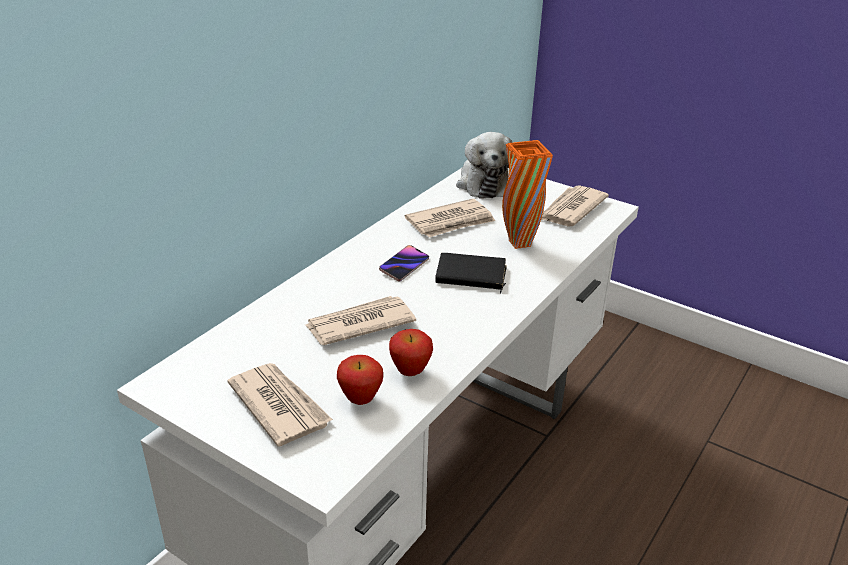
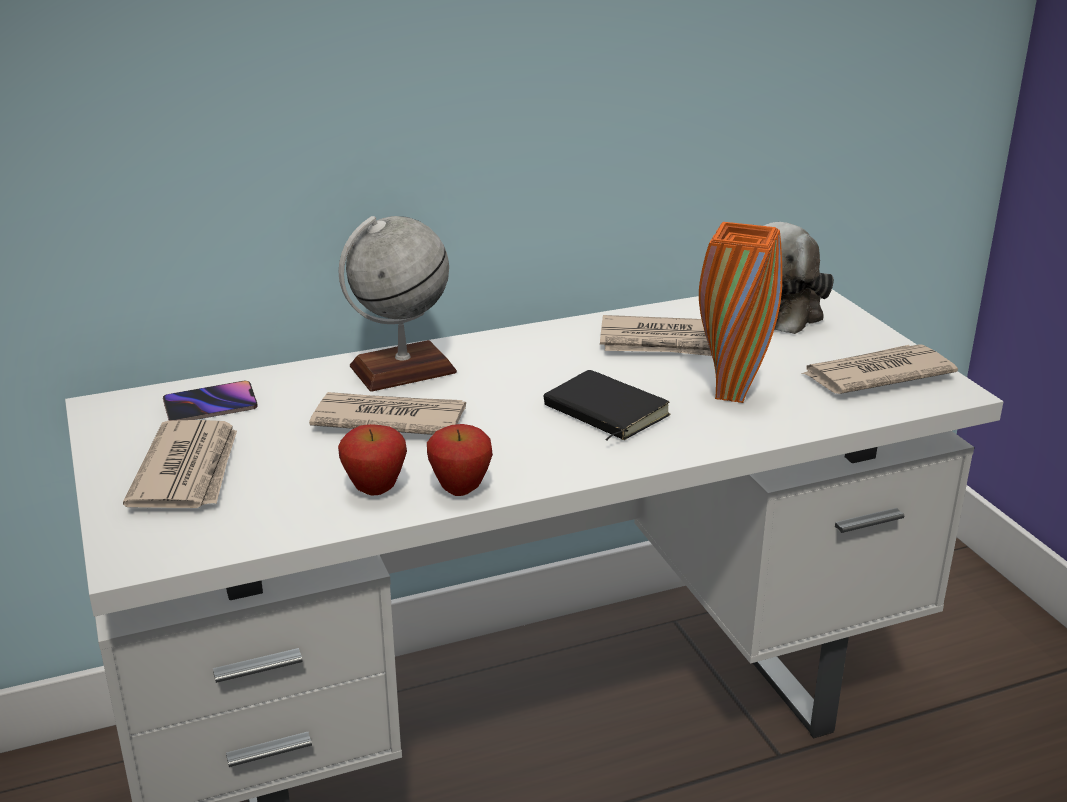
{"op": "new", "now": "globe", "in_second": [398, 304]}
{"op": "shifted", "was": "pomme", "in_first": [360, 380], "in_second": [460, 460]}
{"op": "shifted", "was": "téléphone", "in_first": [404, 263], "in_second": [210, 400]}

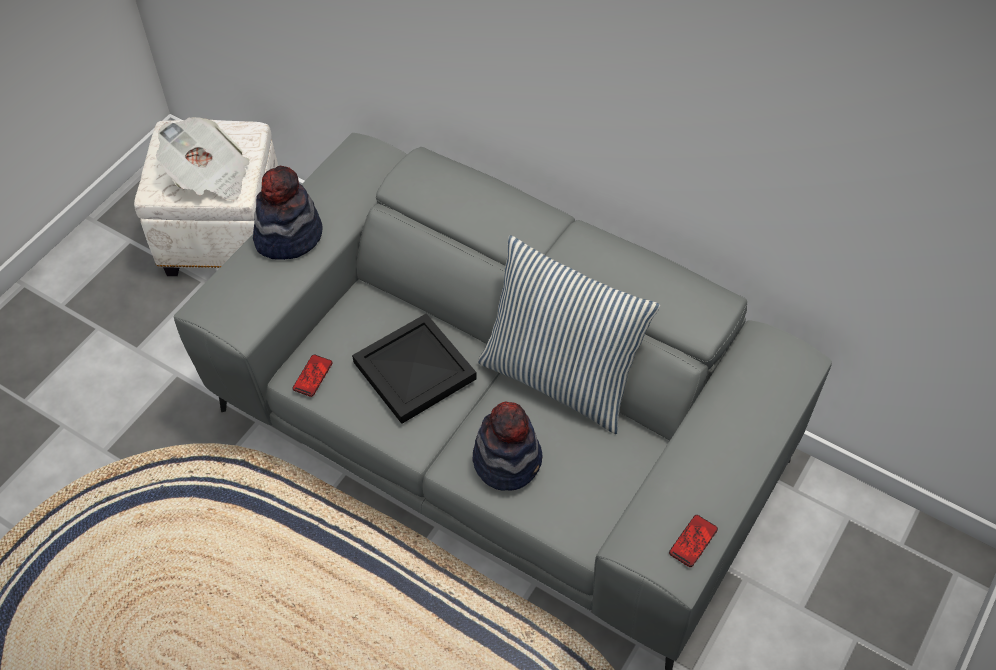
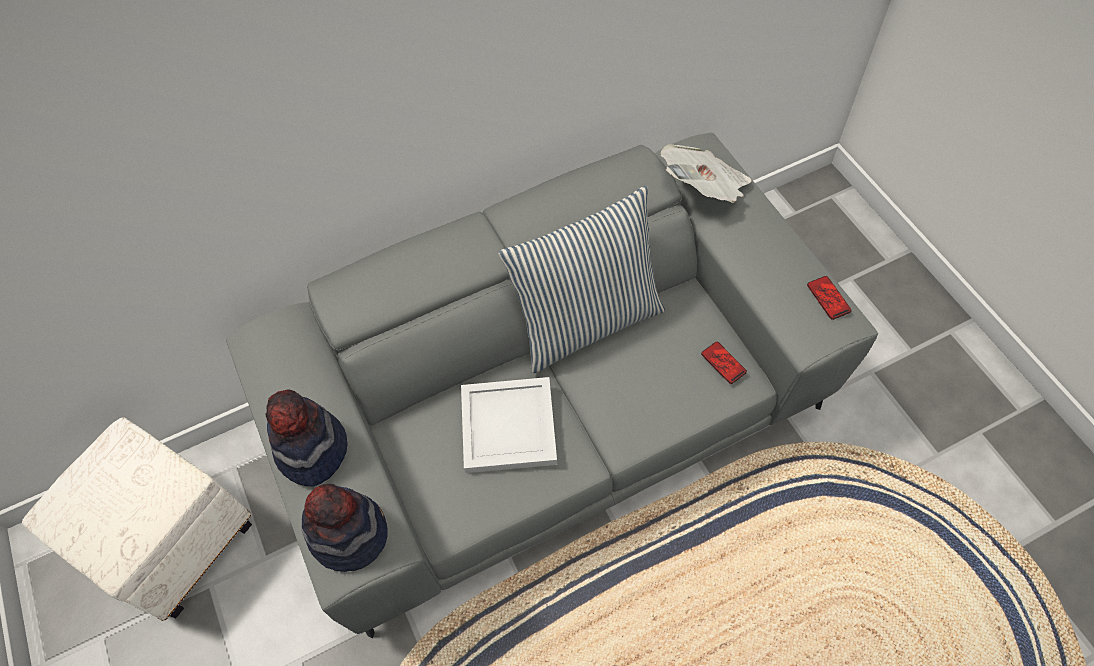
{"op": "shifted", "was": "journal", "in_first": [203, 158], "in_second": [706, 173]}
{"op": "shifted", "was": "téléphone", "in_first": [312, 375], "in_second": [724, 363]}
{"op": "shifted", "was": "chapeau", "in_first": [507, 446], "in_second": [344, 528]}
{"op": "repainted", "was": "plateau [noir]", "now": "plateau [blanc]", "in_first": [414, 368], "in_second": [509, 425]}

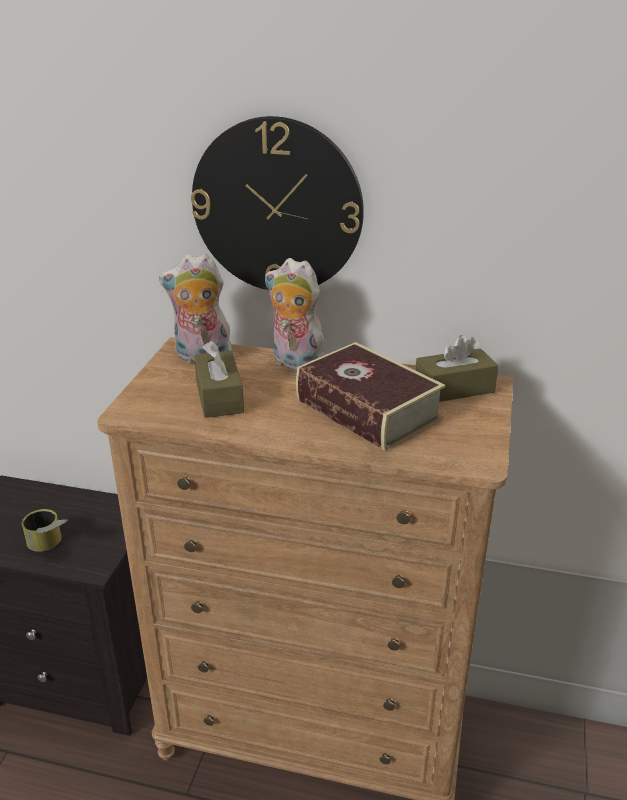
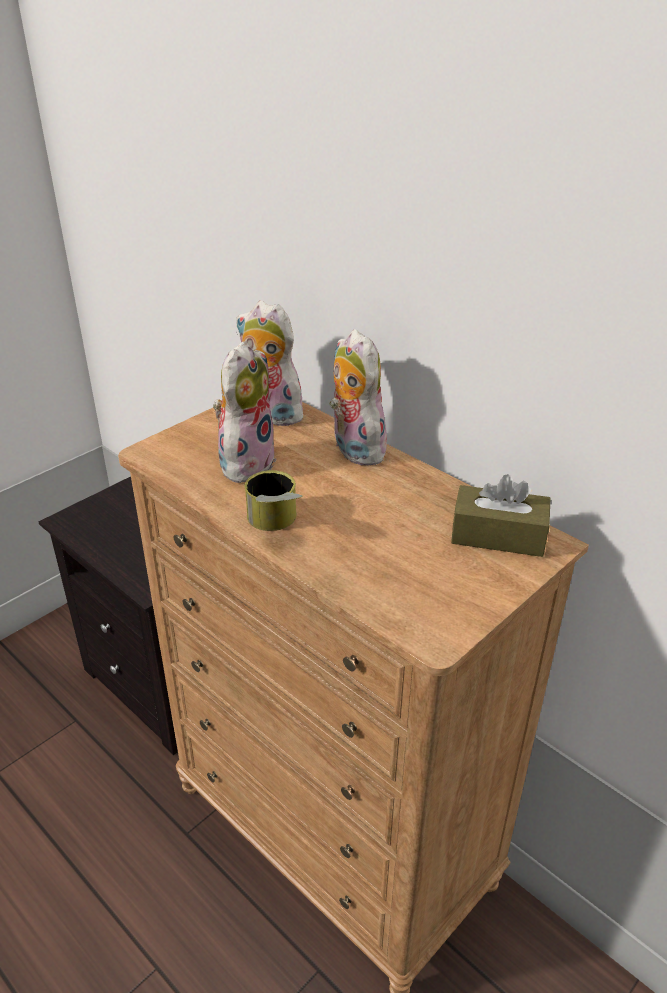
{"op": "gone", "was": "horloge murale", "in_first": [277, 203]}
{"op": "gone", "was": "livre", "in_first": [370, 396]}
{"op": "shifted", "was": "boîte métallique", "in_first": [45, 530], "in_second": [273, 500]}
{"op": "swapped", "was": "boîte à mouchoirs [marron]", "now": "peluche", "in_first": [219, 379], "in_second": [245, 412]}

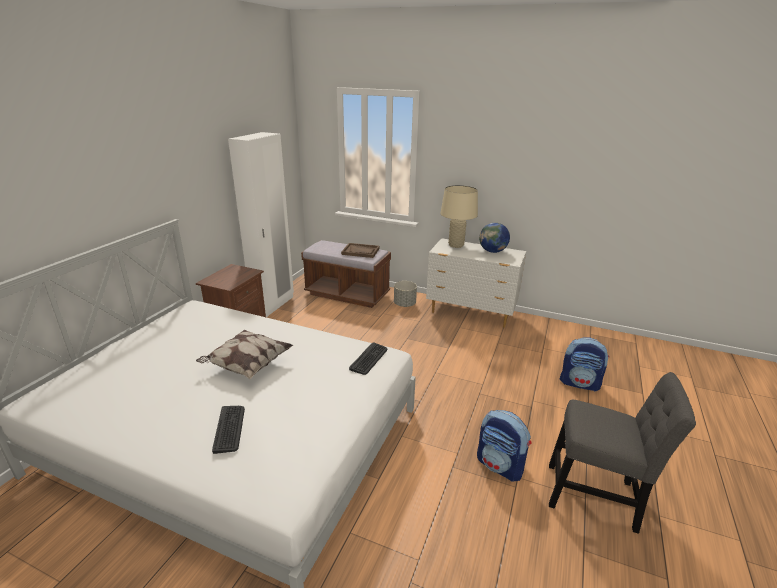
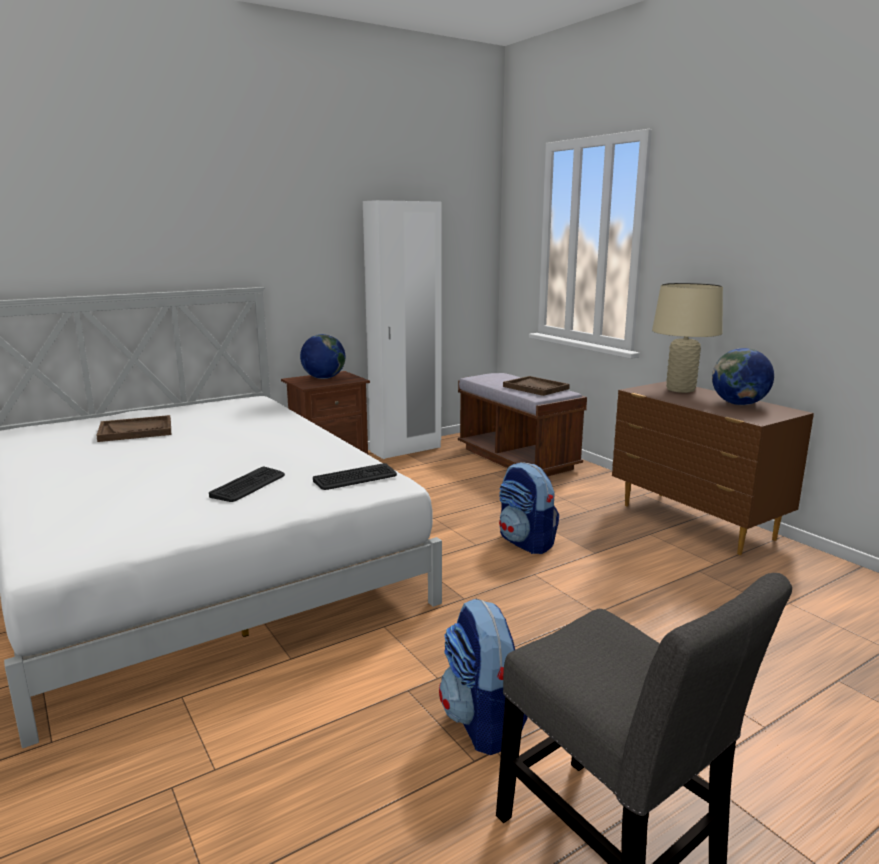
{"op": "gone", "was": "coussin", "in_first": [244, 354]}
{"op": "gone", "was": "cache-pot [gris]", "in_first": [405, 294]}
{"op": "new", "now": "plateau [marron]", "in_second": [133, 428]}
{"op": "new", "now": "globe", "in_second": [322, 356]}
{"op": "shifted", "was": "clavier", "in_first": [228, 430], "in_second": [247, 484]}
{"op": "shifted", "was": "sac à dos", "in_first": [584, 364], "in_second": [529, 508]}
{"op": "repainted", "was": "commode [blanc]", "now": "commode [marron]", "in_first": [476, 283], "in_second": [713, 468]}

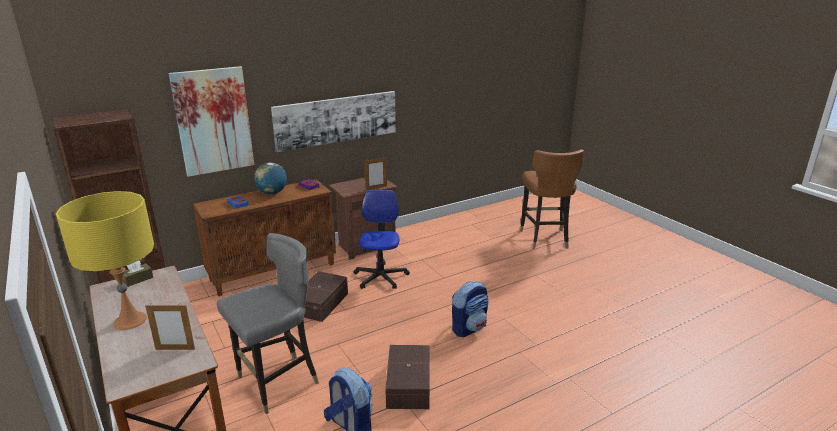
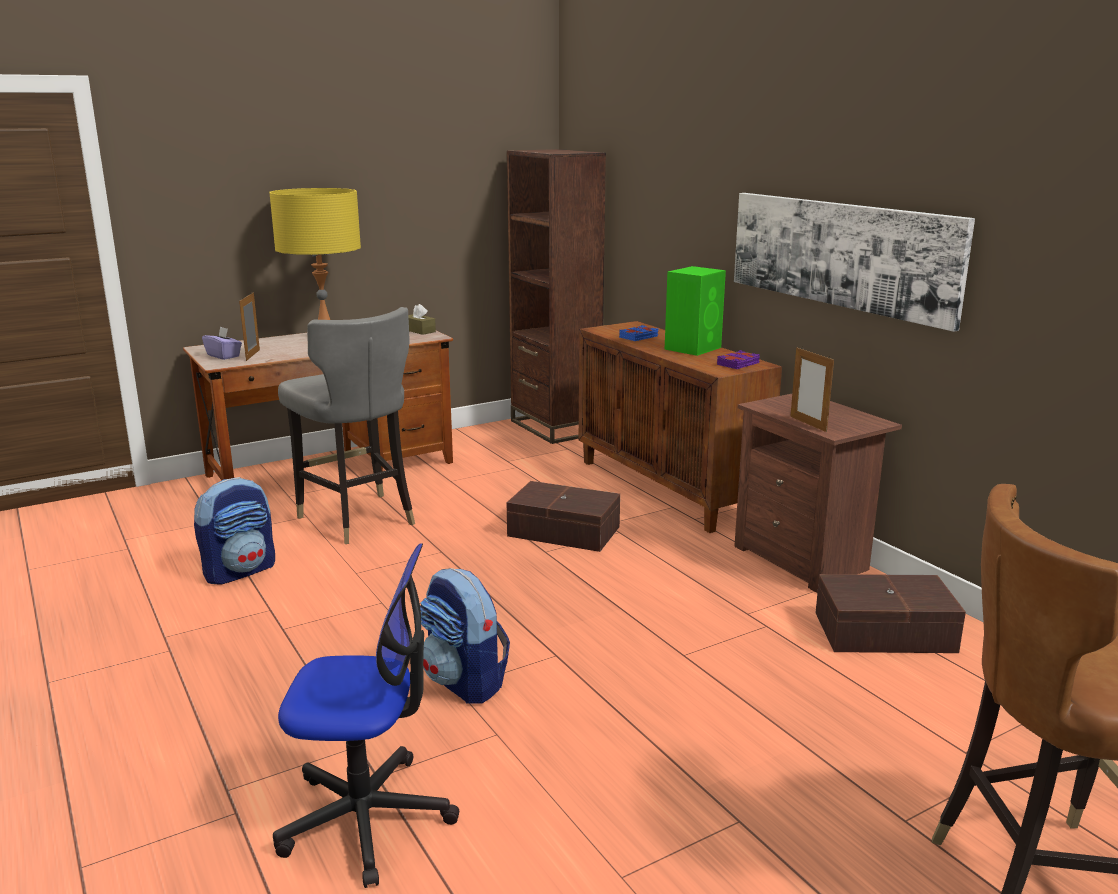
{"op": "gone", "was": "tableau", "in_first": [211, 121]}
{"op": "new", "now": "boîte à mouchoirs [violet]", "in_second": [222, 343]}
{"op": "shifted", "was": "chaise de bureau", "in_first": [382, 239], "in_second": [366, 715]}
{"op": "shifted", "was": "boîte de rangement [marron]", "in_first": [407, 377], "in_second": [890, 613]}
{"op": "swapped", "was": "globe", "now": "enceinte [vert]", "in_first": [270, 178], "in_second": [695, 311]}

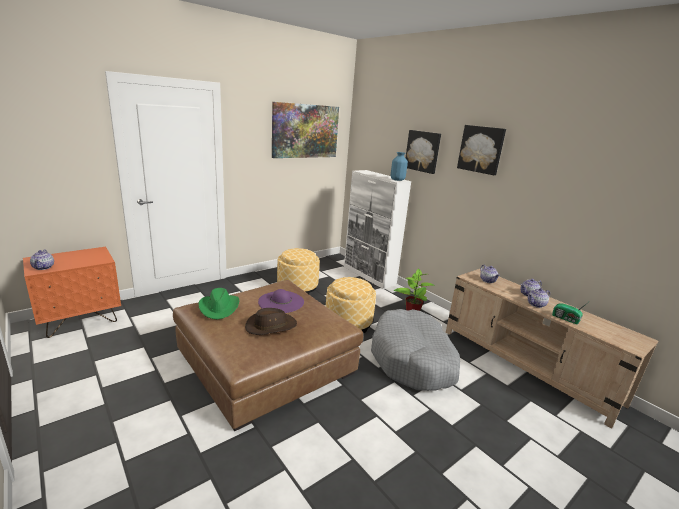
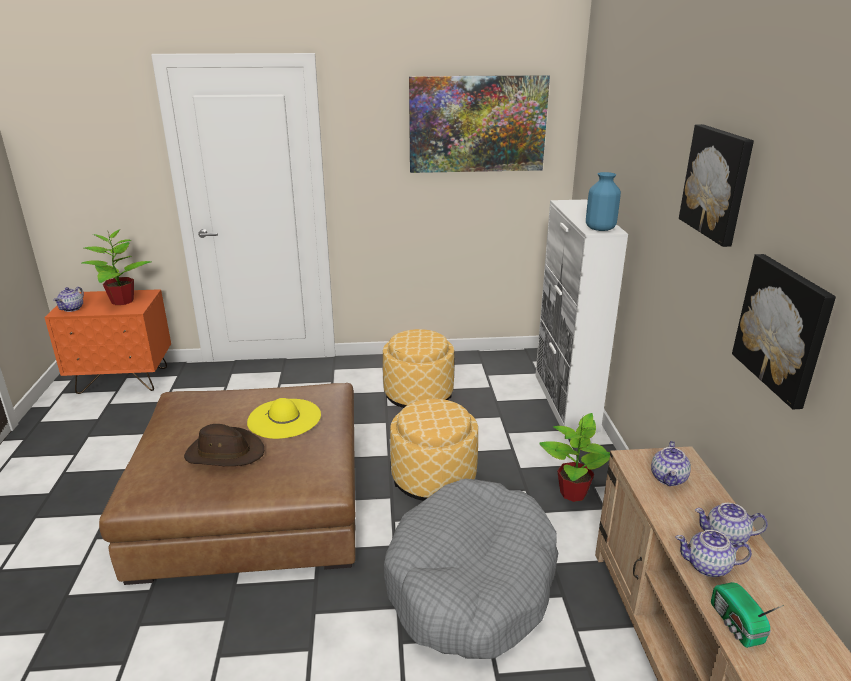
{"op": "gone", "was": "chapeau [vert]", "in_first": [219, 303]}
{"op": "new", "now": "plante en pot", "in_second": [116, 267]}
{"op": "shifted", "was": "tableau", "in_first": [423, 152], "in_second": [784, 331]}
{"op": "repainted", "was": "chapeau [violet]", "now": "chapeau [jaune]", "in_first": [281, 301], "in_second": [284, 418]}

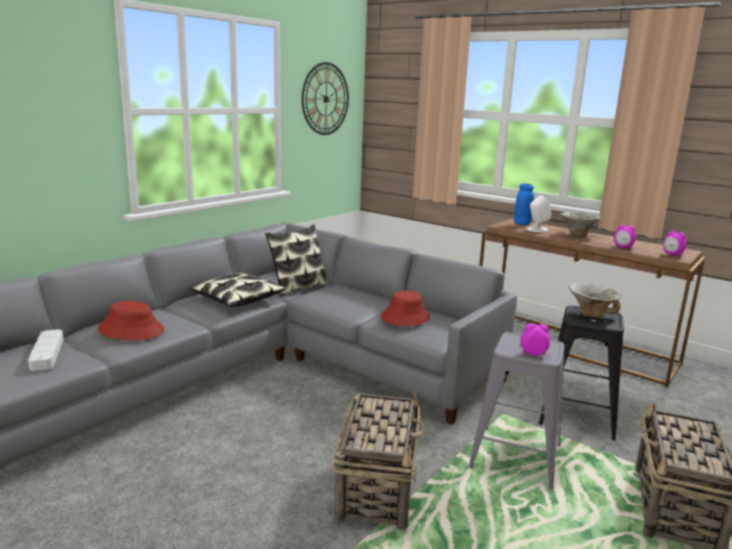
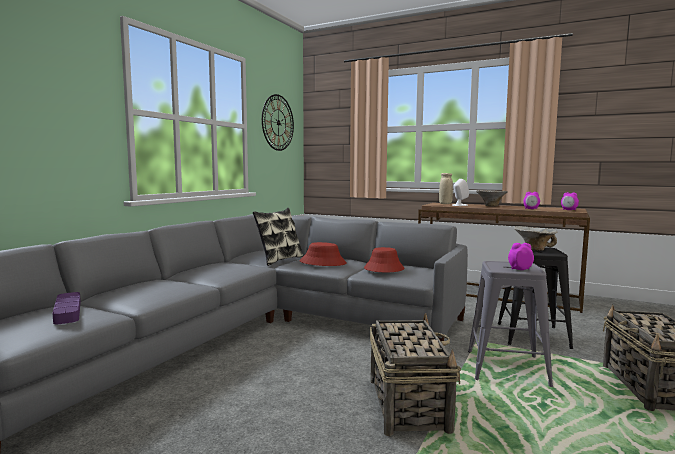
{"op": "gone", "was": "coussin", "in_first": [237, 290]}
{"op": "shifted", "was": "chapeau [rouge]", "in_first": [131, 320], "in_second": [323, 254]}
{"op": "repainted", "was": "plateau [gris]", "now": "plateau [violet]", "in_first": [46, 350], "in_second": [66, 308]}
{"op": "repainted", "was": "vase [bleu]", "now": "vase [beige]", "in_first": [524, 204], "in_second": [446, 188]}

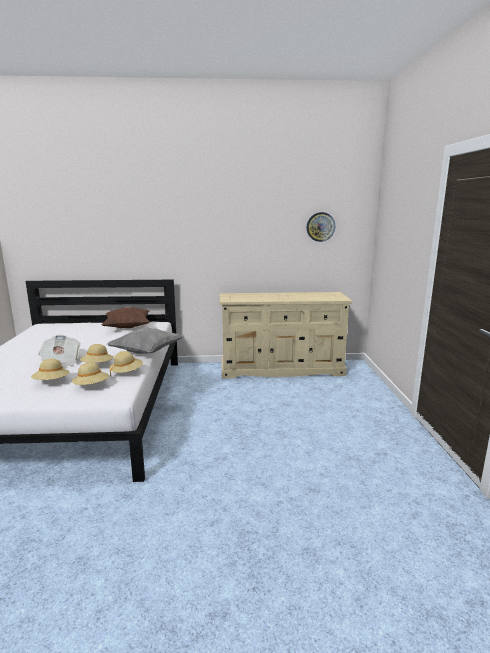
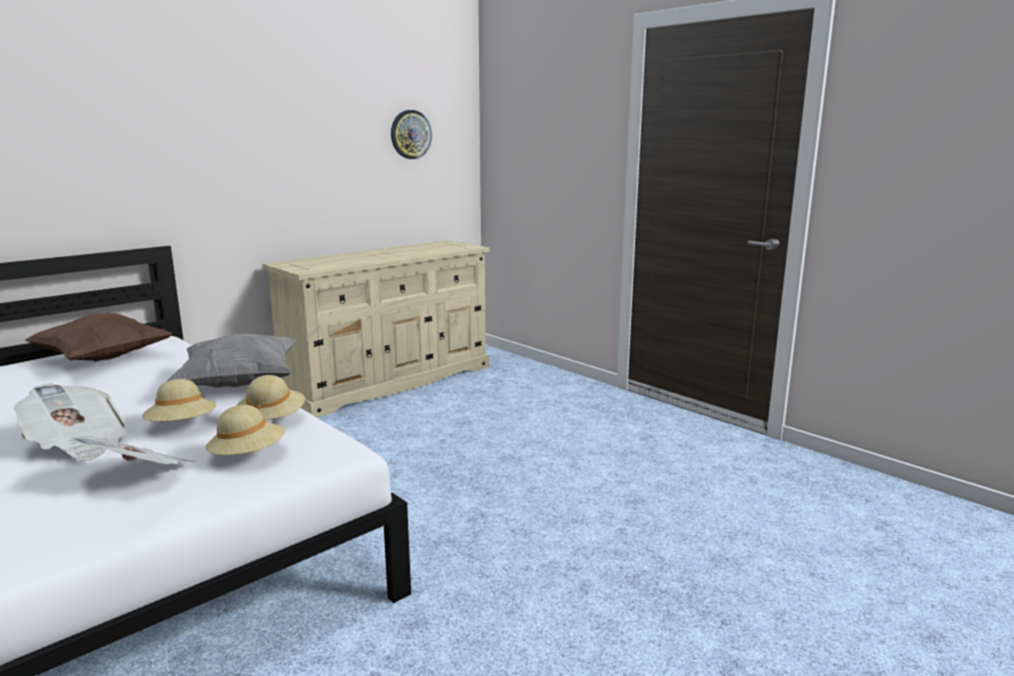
{"op": "swapped", "was": "chapeau [beige]", "now": "journal", "in_first": [50, 369], "in_second": [133, 450]}

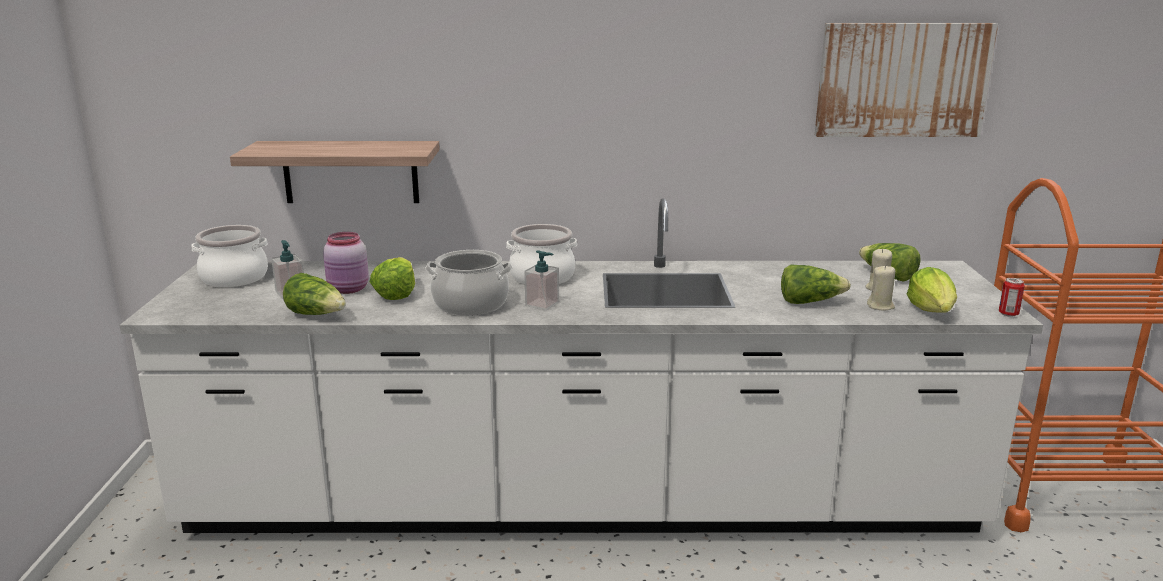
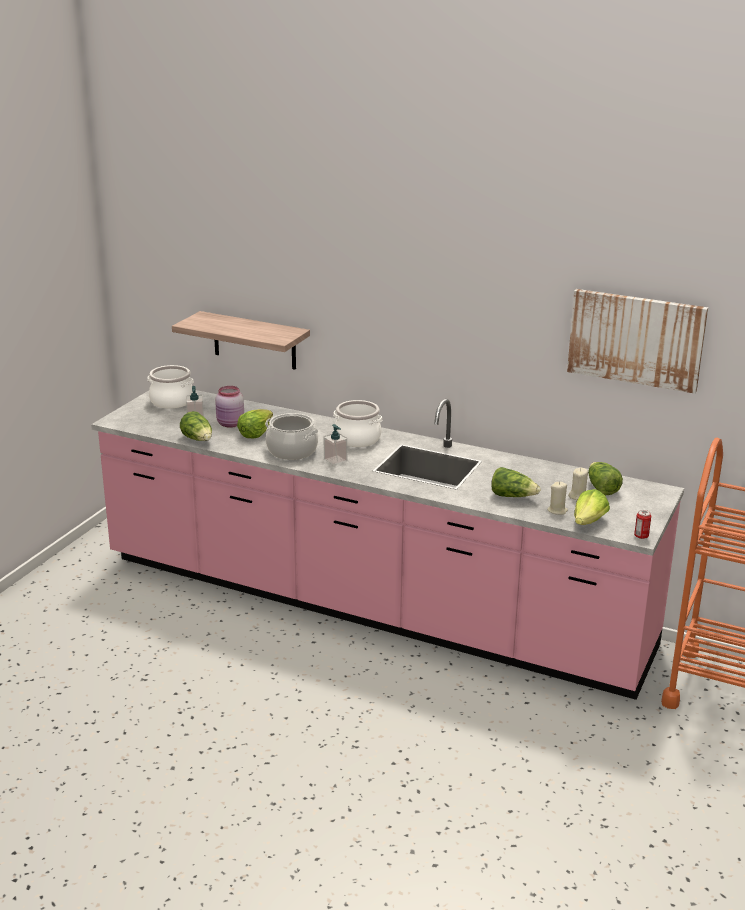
{"op": "repainted", "was": "comptoir de cuisine [blanc]", "now": "comptoir de cuisine [rose]", "in_first": [581, 365], "in_second": [387, 545]}

